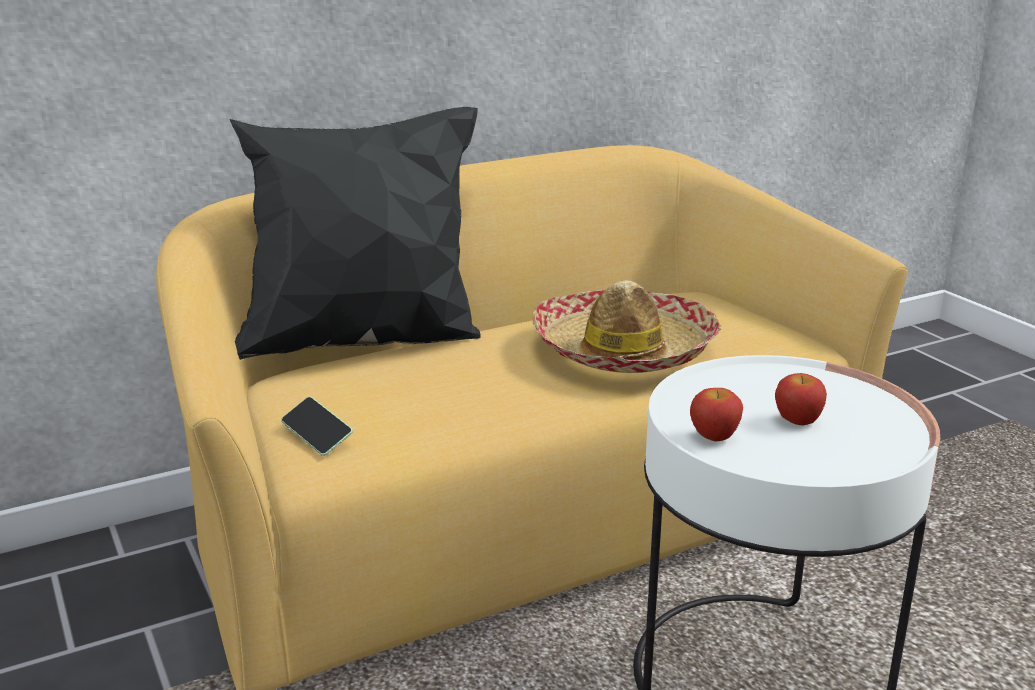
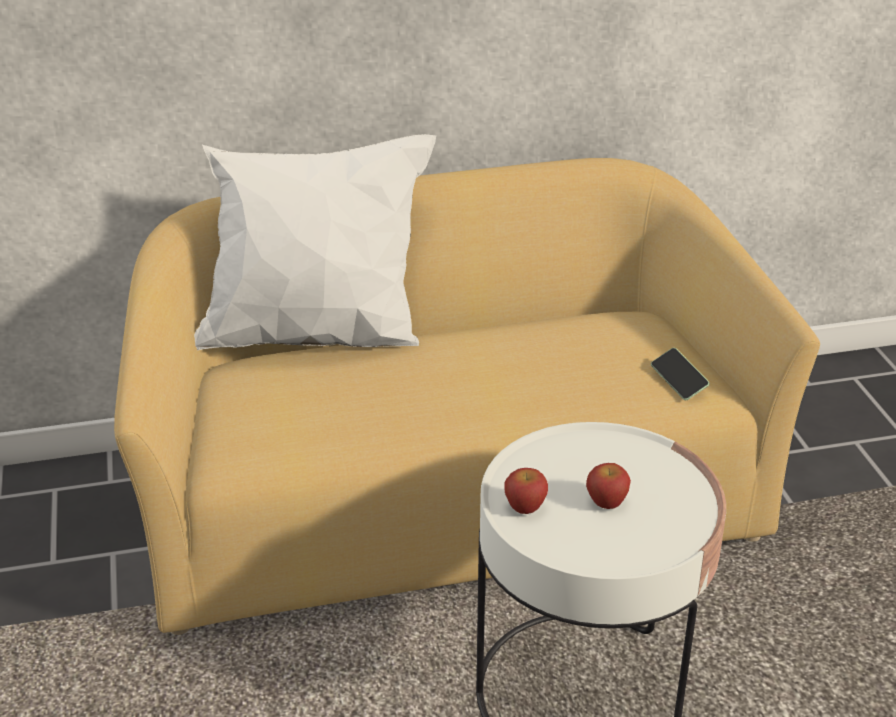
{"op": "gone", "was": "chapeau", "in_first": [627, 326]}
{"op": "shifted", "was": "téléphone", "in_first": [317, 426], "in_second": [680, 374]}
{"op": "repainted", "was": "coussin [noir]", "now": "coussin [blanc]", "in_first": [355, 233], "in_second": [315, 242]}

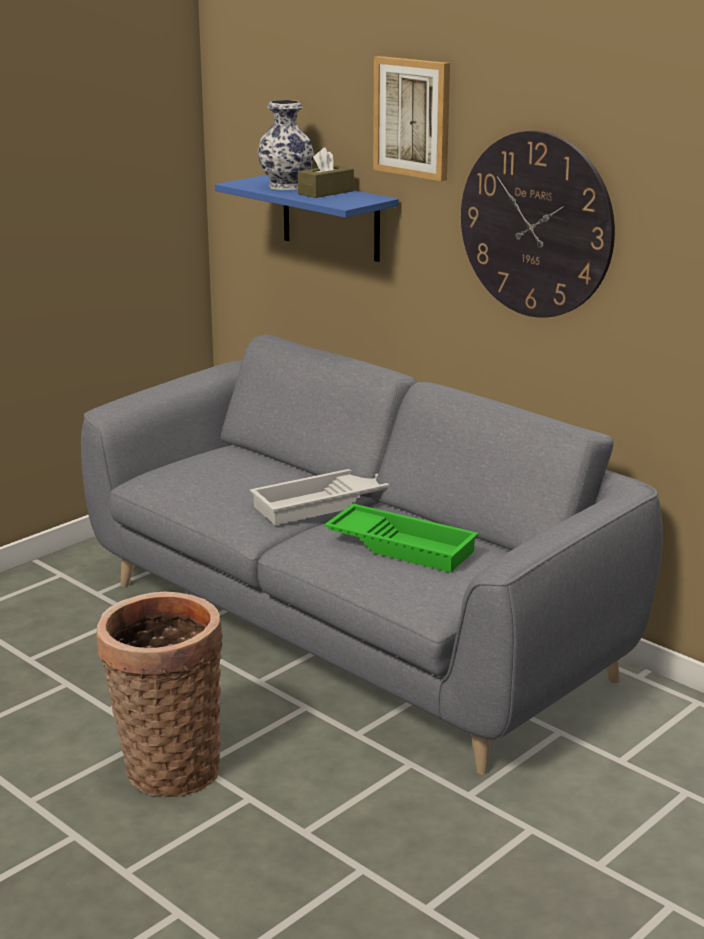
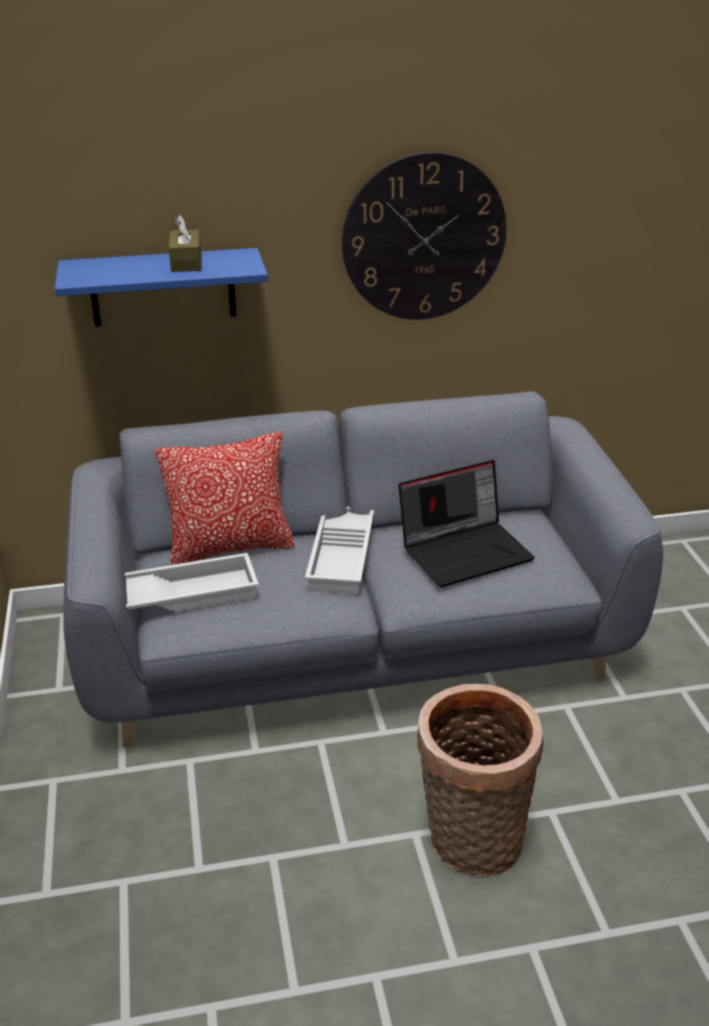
{"op": "gone", "was": "vase", "in_first": [285, 145]}
{"op": "gone", "was": "tableau", "in_first": [411, 118]}
{"op": "new", "now": "plateau [blanc]", "in_second": [192, 582]}
{"op": "new", "now": "coussin", "in_second": [225, 498]}
{"op": "swapped", "was": "plateau [vert]", "now": "ordinateur portable", "in_first": [401, 538], "in_second": [466, 523]}

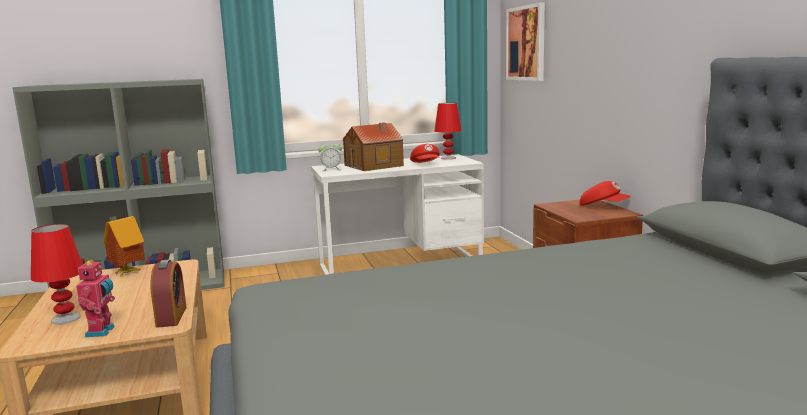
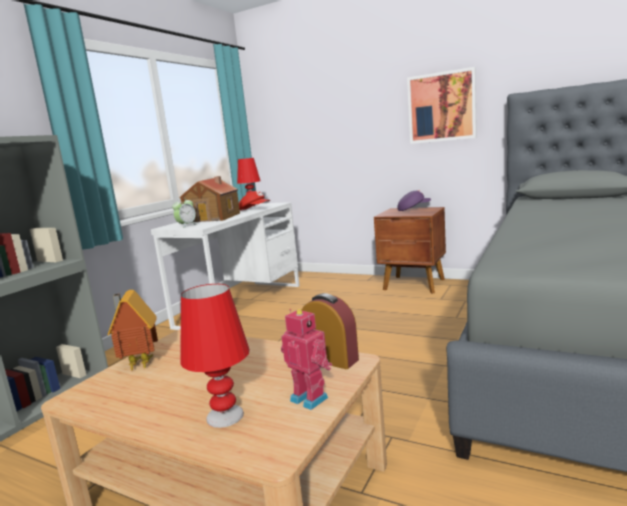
{"op": "shifted", "was": "tableau", "in_first": [525, 42], "in_second": [442, 105]}
{"op": "repainted", "was": "casquette [rouge]", "now": "casquette [violet]", "in_first": [605, 193], "in_second": [414, 200]}

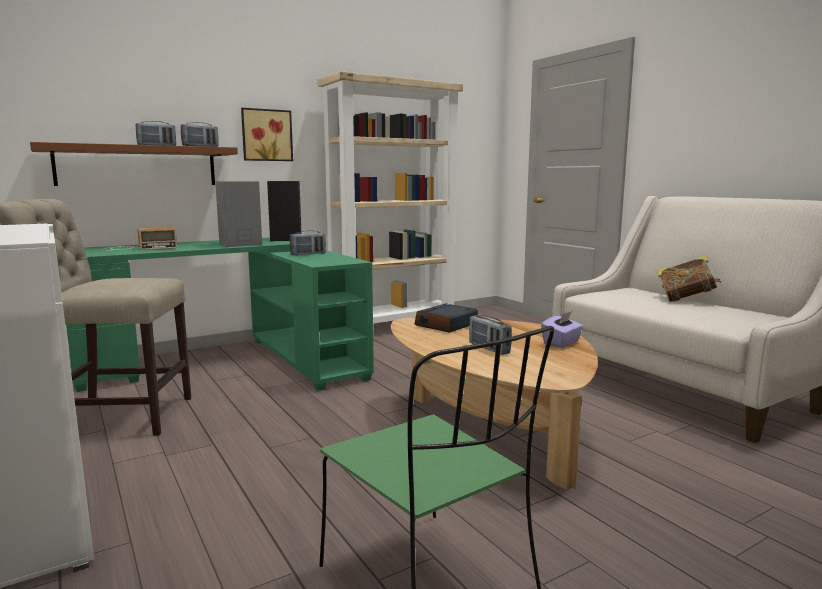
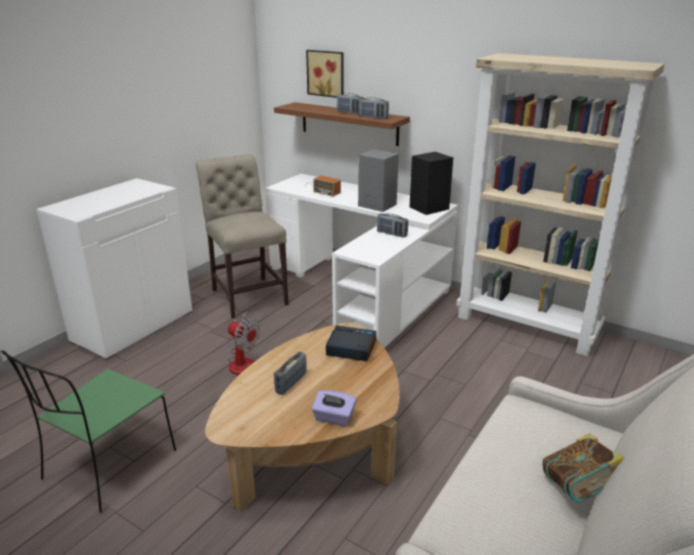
{"op": "new", "now": "ventilateur", "in_second": [244, 343]}
{"op": "shifted", "was": "tableau", "in_first": [267, 134], "in_second": [325, 74]}
{"op": "repainted", "was": "bureau [vert]", "now": "bureau [blanc]", "in_first": [220, 314], "in_second": [361, 261]}

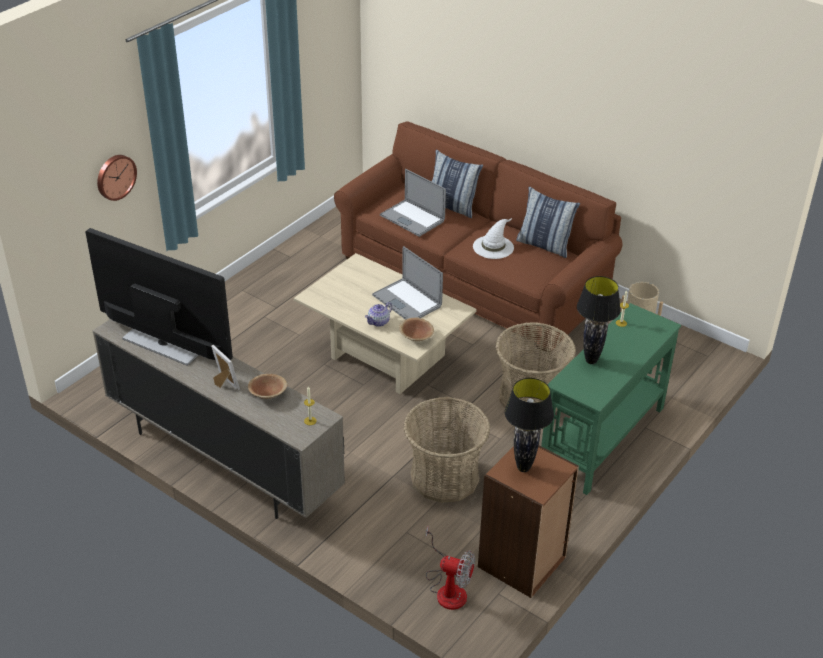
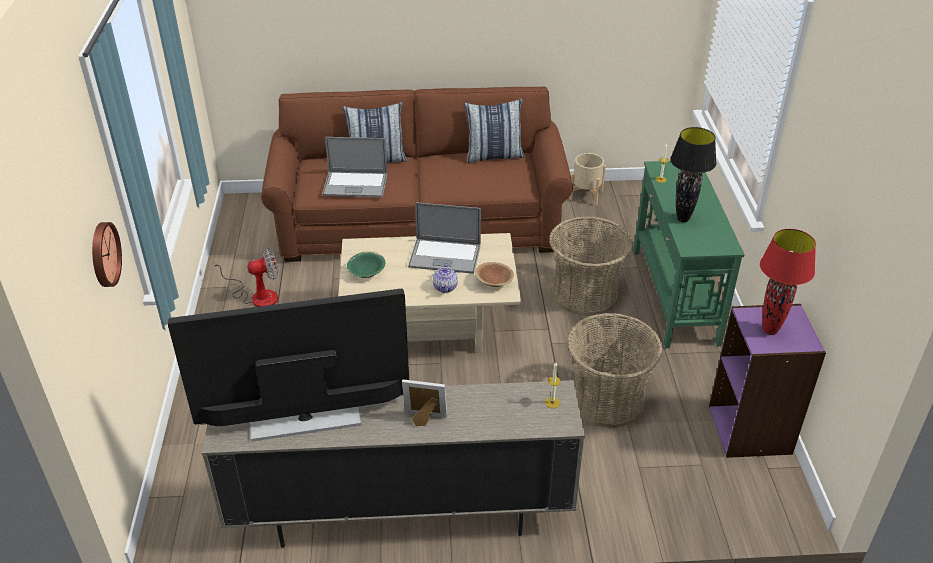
{"op": "gone", "was": "bol [marron]", "in_first": [267, 386]}
{"op": "gone", "was": "chapeau [blanc]", "in_first": [493, 238]}
{"op": "new", "now": "bol [vert]", "in_second": [366, 265]}
{"op": "shifted", "was": "ventilateur", "in_first": [450, 567], "in_second": [245, 277]}
{"op": "repainted", "was": "bibliothèque [marron]", "now": "bibliothèque [violet]", "in_first": [528, 522], "in_second": [767, 381]}
{"op": "repainted", "was": "lampe de table [noir]", "now": "lampe de table [rouge]", "in_first": [529, 425], "in_second": [788, 282]}

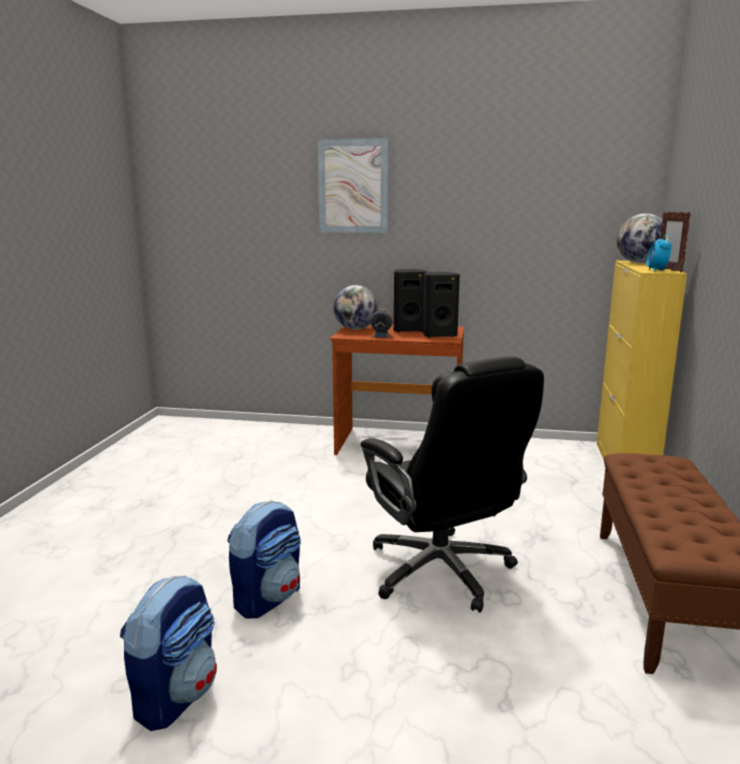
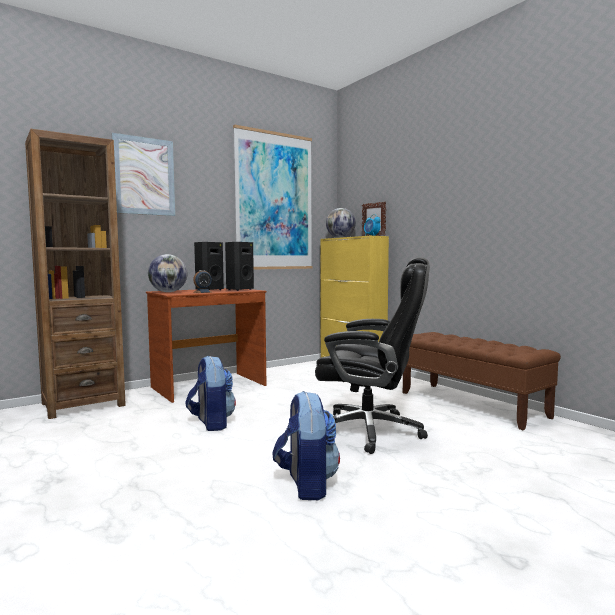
{"op": "new", "now": "bibliothèque [marron]", "in_second": [75, 274]}
{"op": "new", "now": "tableau", "in_second": [273, 197]}
{"op": "shifted", "was": "sac à dos", "in_first": [168, 653], "in_second": [210, 393]}

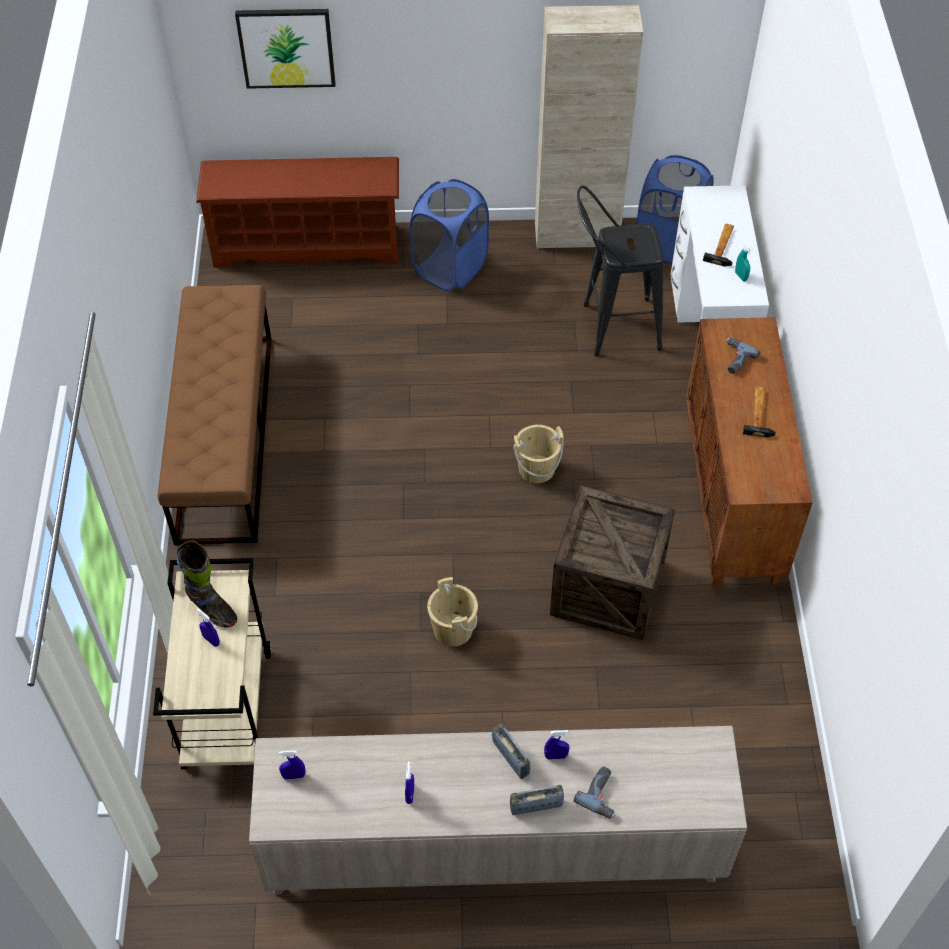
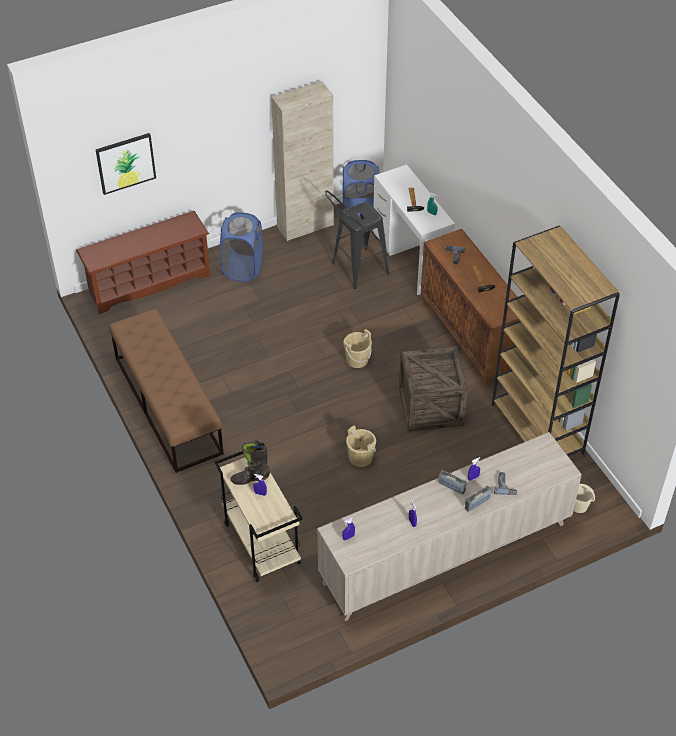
{"op": "new", "now": "bibliothèque [marron]", "in_second": [556, 341]}
{"op": "new", "now": "seau [beige]", "in_second": [584, 498]}
{"op": "rotated", "was": "botte [noir]", "in_first": [206, 584], "in_second": [250, 462], "clockwise": 150}

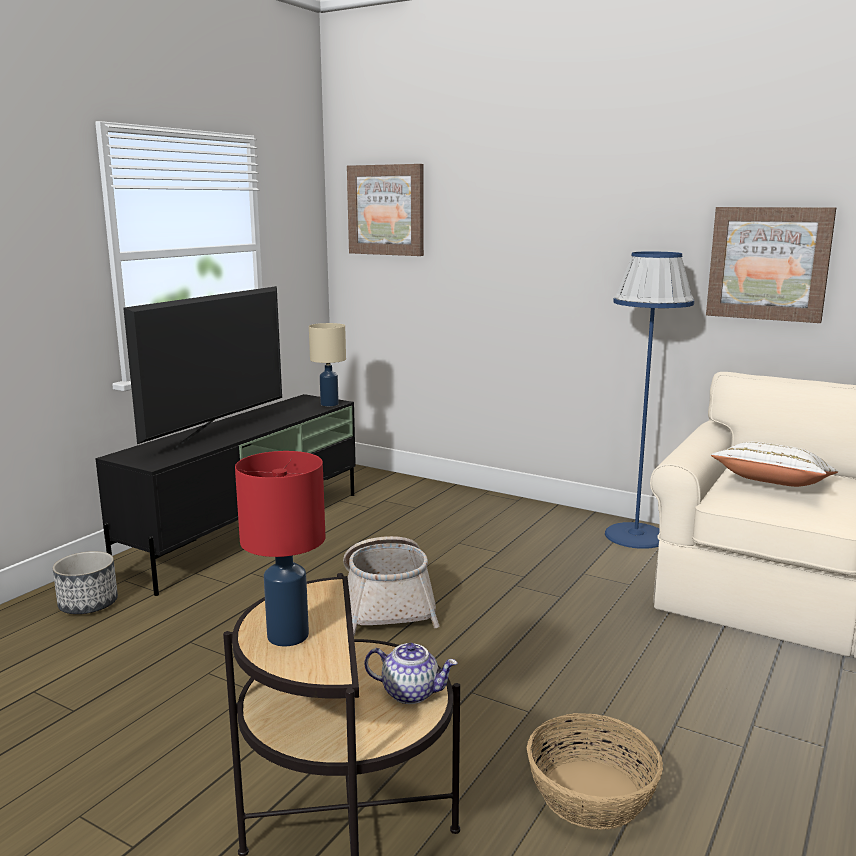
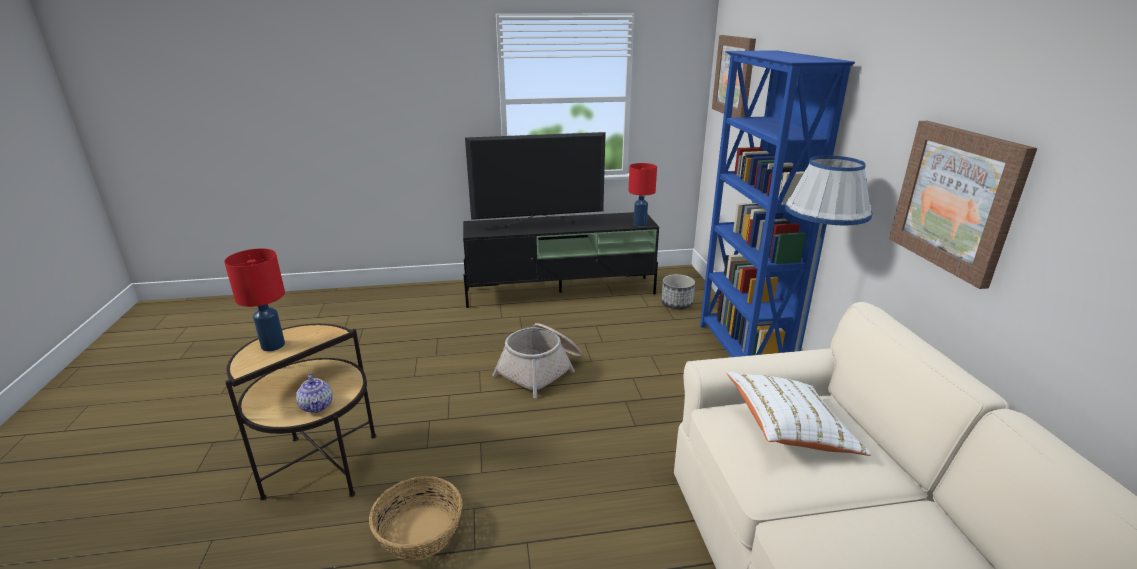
{"op": "new", "now": "bibliothèque [bleu]", "in_second": [777, 203]}
{"op": "shifted", "was": "cache-pot", "in_first": [85, 582], "in_second": [678, 291]}
{"op": "repainted", "was": "lampe de table [beige]", "now": "lampe de table [rouge]", "in_first": [327, 364], "in_second": [642, 194]}

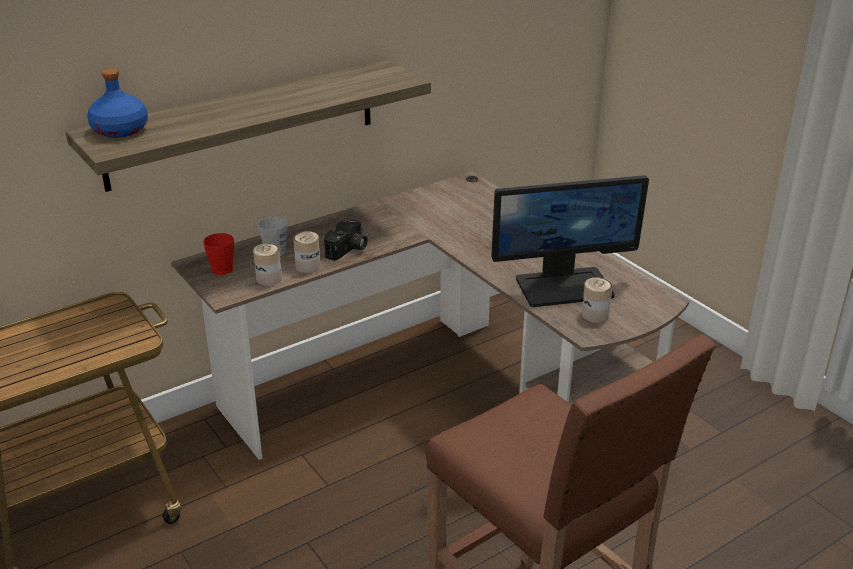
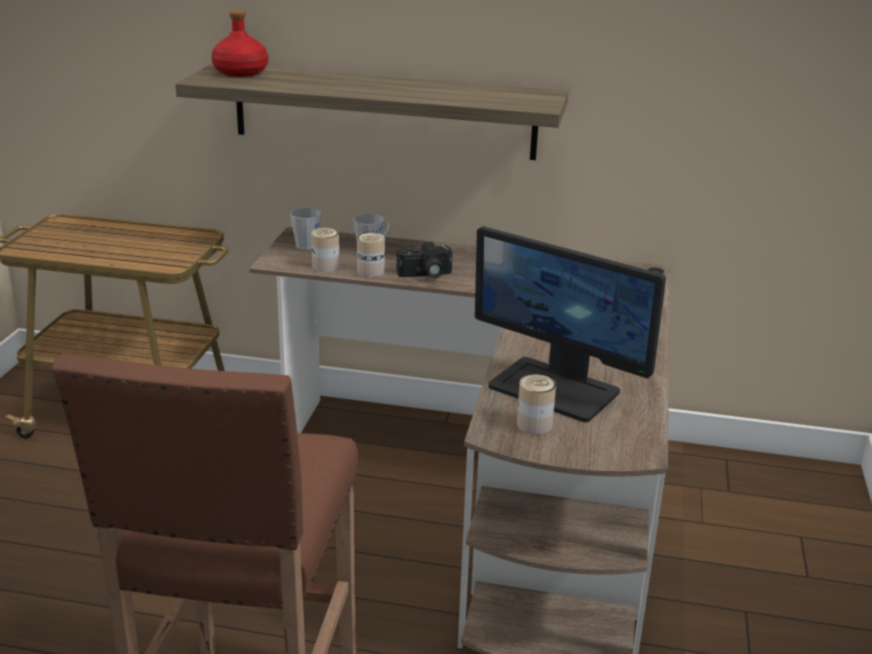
{"op": "repainted", "was": "bouteille [bleu]", "now": "bouteille [rouge]", "in_first": [117, 103], "in_second": [239, 43]}
{"op": "repainted", "was": "mug [rouge]", "now": "mug [gris]", "in_first": [218, 254], "in_second": [306, 229]}

